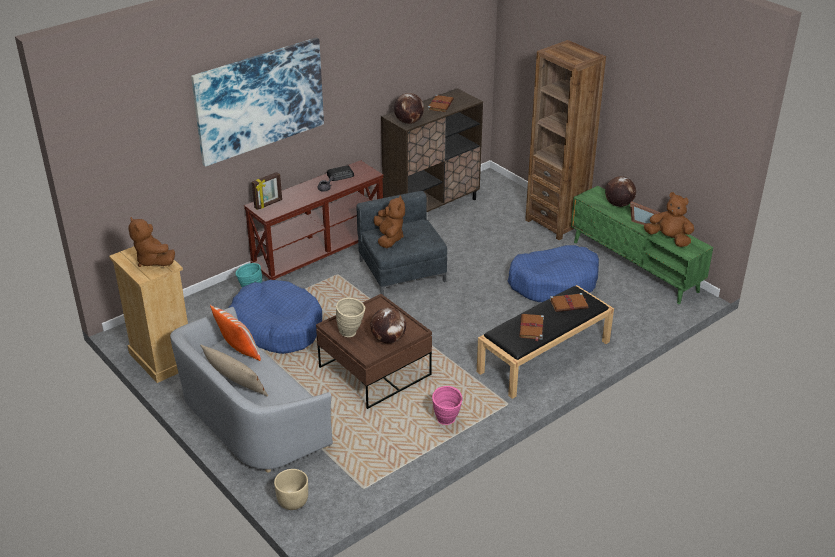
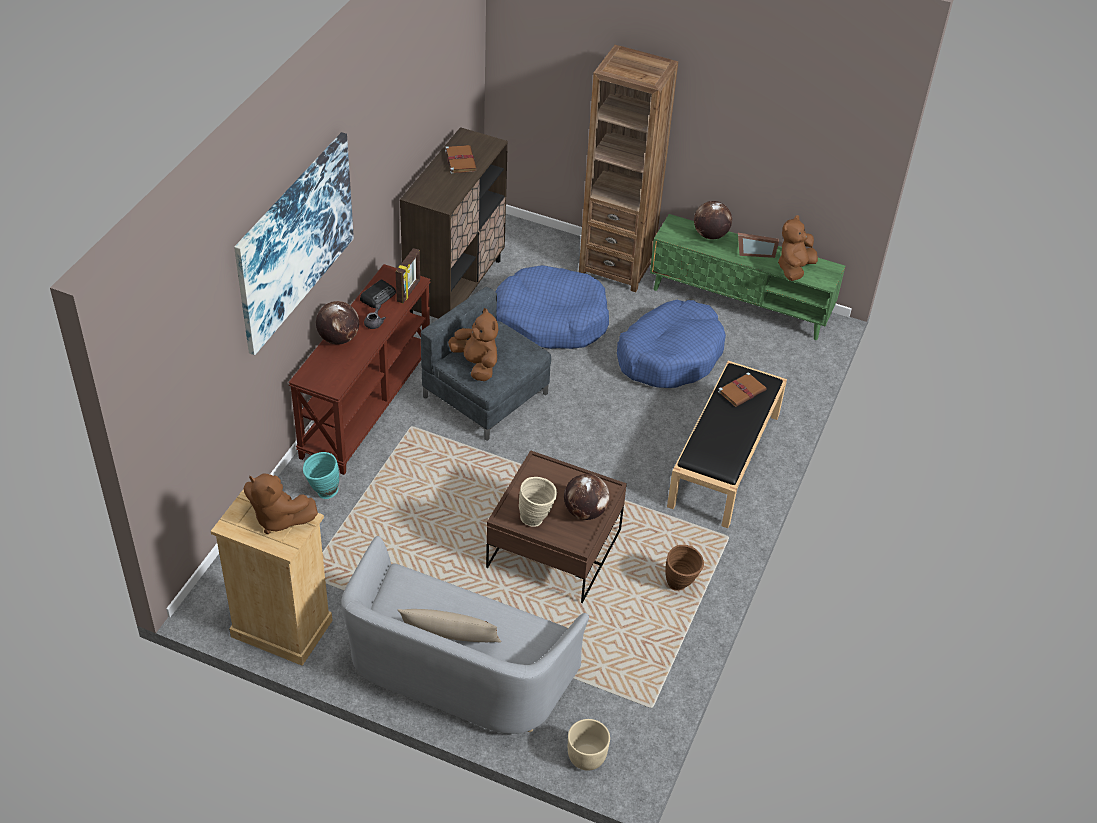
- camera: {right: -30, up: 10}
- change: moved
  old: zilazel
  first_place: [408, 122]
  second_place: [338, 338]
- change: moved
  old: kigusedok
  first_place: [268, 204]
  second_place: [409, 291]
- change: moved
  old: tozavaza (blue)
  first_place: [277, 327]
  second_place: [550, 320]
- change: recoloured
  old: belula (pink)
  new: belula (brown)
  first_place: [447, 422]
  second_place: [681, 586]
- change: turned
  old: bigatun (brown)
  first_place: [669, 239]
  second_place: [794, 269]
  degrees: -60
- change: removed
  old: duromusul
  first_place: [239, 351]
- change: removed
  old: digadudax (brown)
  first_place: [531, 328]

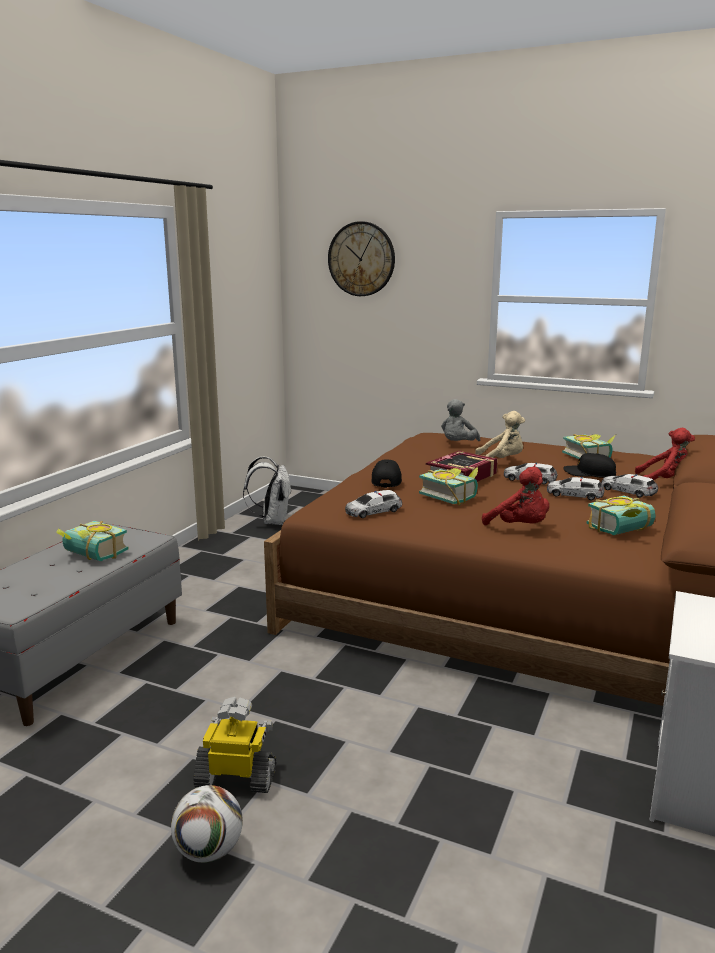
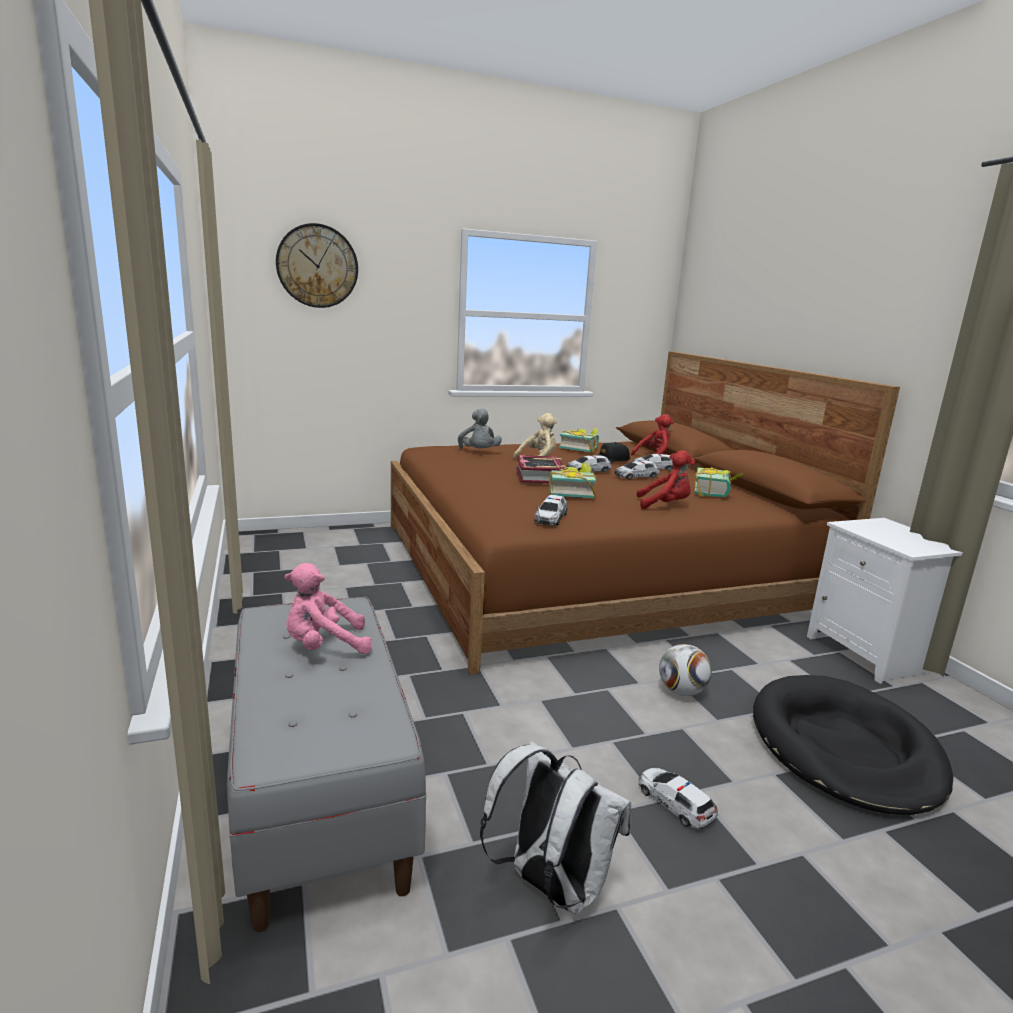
- camera: {right: -45, up: 0}
- change: replaced
  old: digadudax
  new: bigatun (pink)
  first_place: [91, 556]
  second_place: [324, 647]
- change: moved
  old: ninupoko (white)
  first_place: [272, 521]
  second_place: [550, 886]
- change: replaced
  old: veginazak
  new: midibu
  first_place: [237, 778]
  second_place: [674, 803]
- change: moved
  old: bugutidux
  first_place: [209, 851]
  second_place: [682, 691]
- change: added
  new: tozavaza (black)
  second_place: [844, 748]
- change: removed
  old: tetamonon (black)
  first_place: [386, 481]

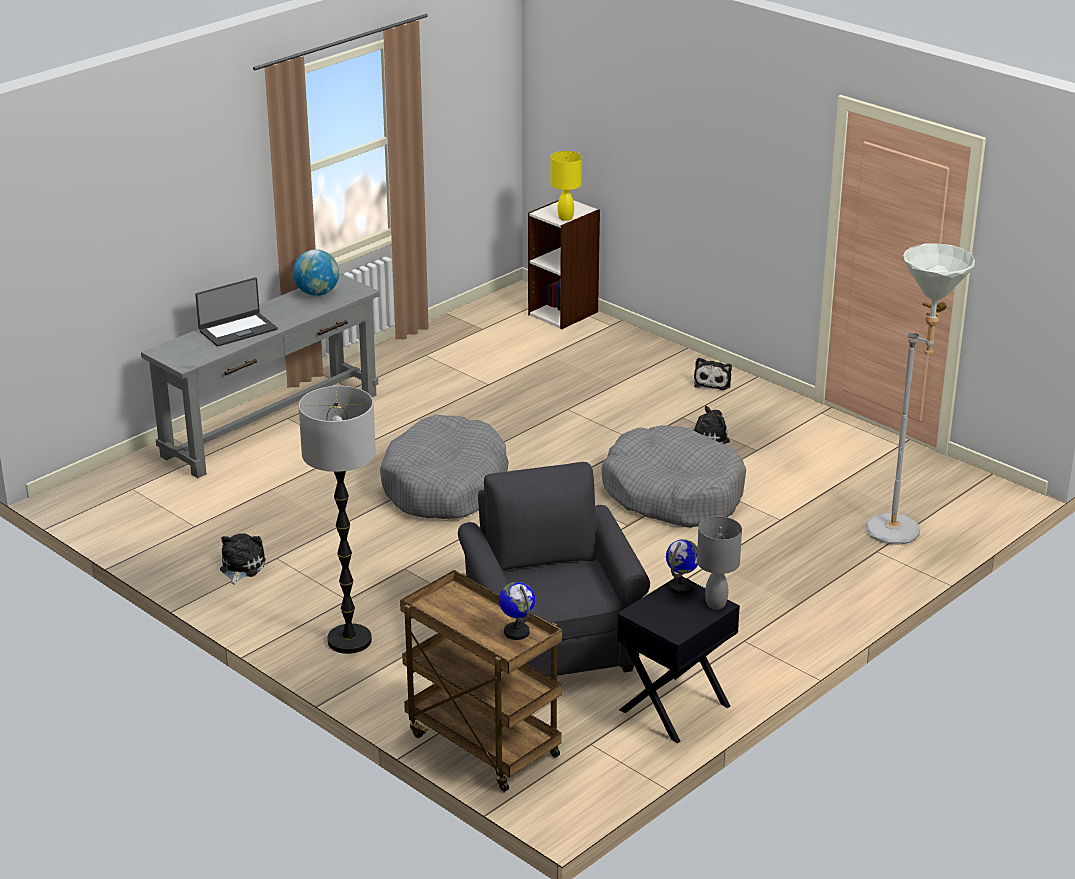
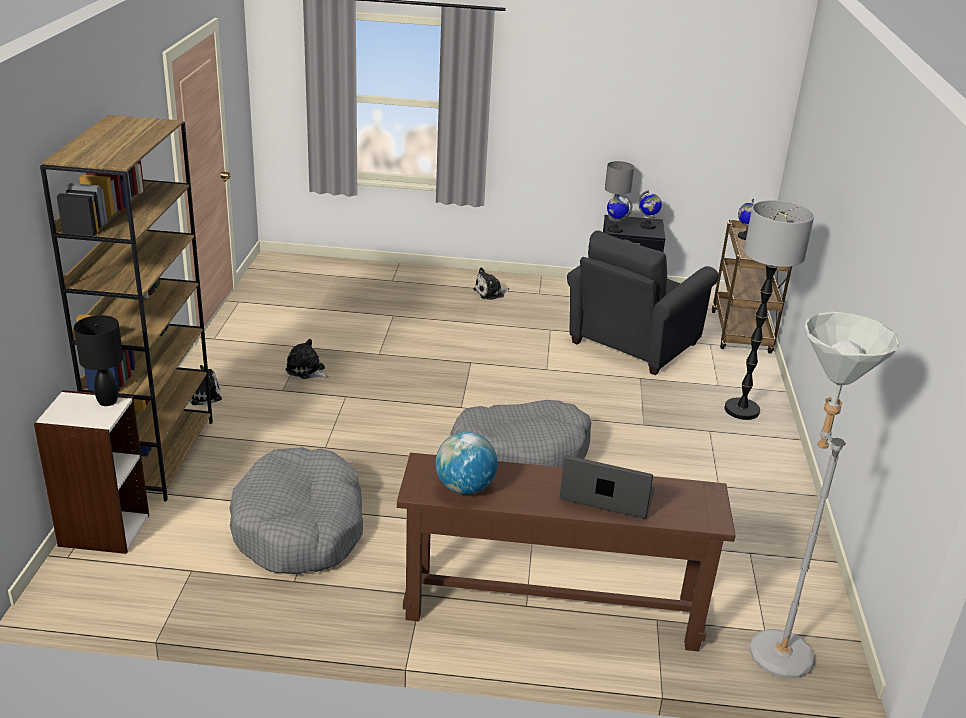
- camera: {right: -130, up: 0}
- change: added
  new: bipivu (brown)
  second_place: [156, 455]
- change: recoloured
  old: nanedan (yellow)
  new: nanedan (black)
  first_place: [566, 218]
  second_place: [107, 401]
- change: moved
  old: tozavaza (grey)
  first_place: [673, 494]
  second_place: [300, 528]
- change: recoloured
  old: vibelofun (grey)
  new: vibelofun (brown)
  first_place: [271, 425]
  second_place: [552, 608]
- change: moved
  old: bigatun
  first_place: [241, 567]
  second_place: [490, 293]
- change: added
  new: zilazel
  second_place: [647, 226]
- change: moved
  old: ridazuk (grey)
  first_place: [904, 533]
  second_place: [774, 645]

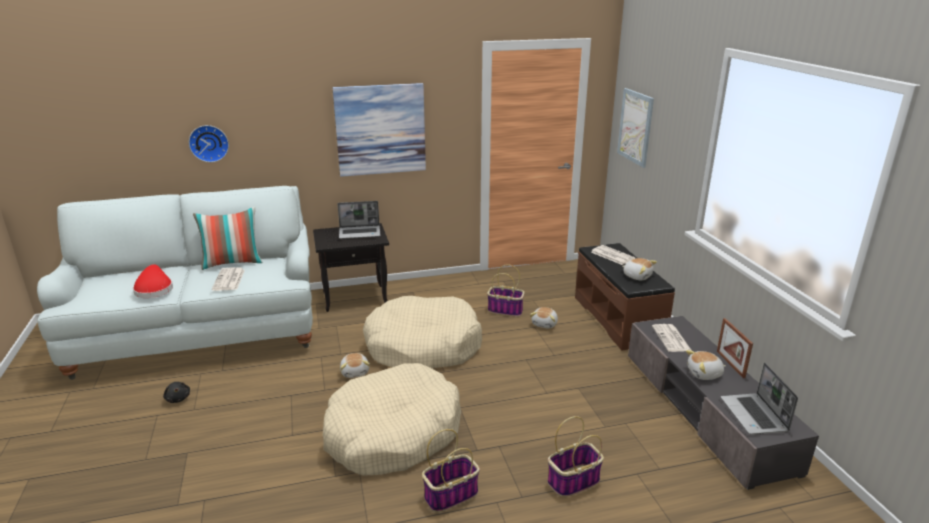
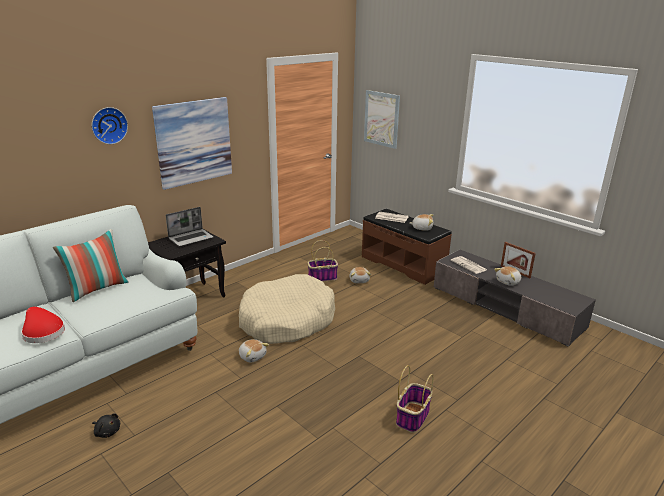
- camera: {right: -30, up: 0}
- change: moved
  old: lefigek
  first_place: [209, 143]
  second_place: [108, 125]
- change: removed
  old: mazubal
  first_place: [229, 280]
- change: removed
  old: tozavaza (beige)
  first_place: [393, 433]
- change: removed
  old: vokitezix
  first_place: [573, 481]
- change: removed
  old: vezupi
  first_place: [754, 415]

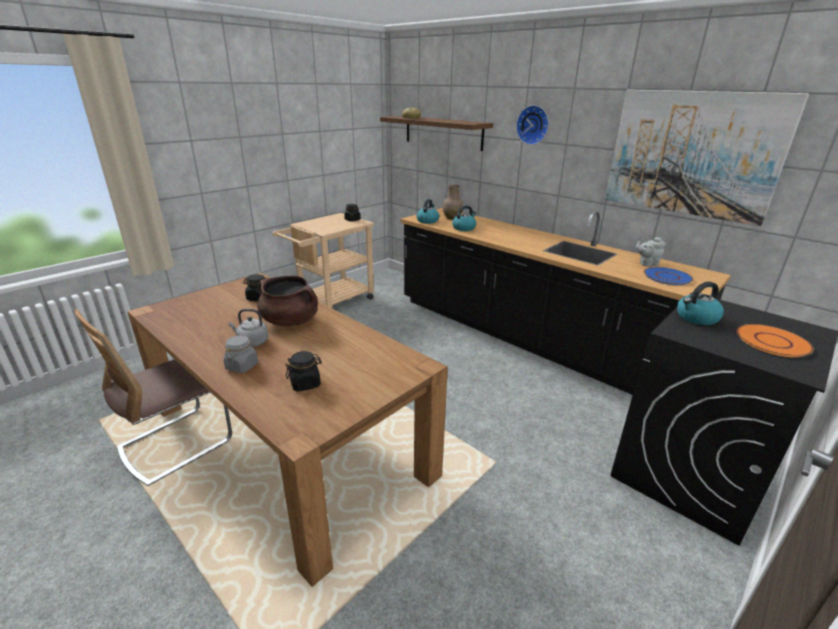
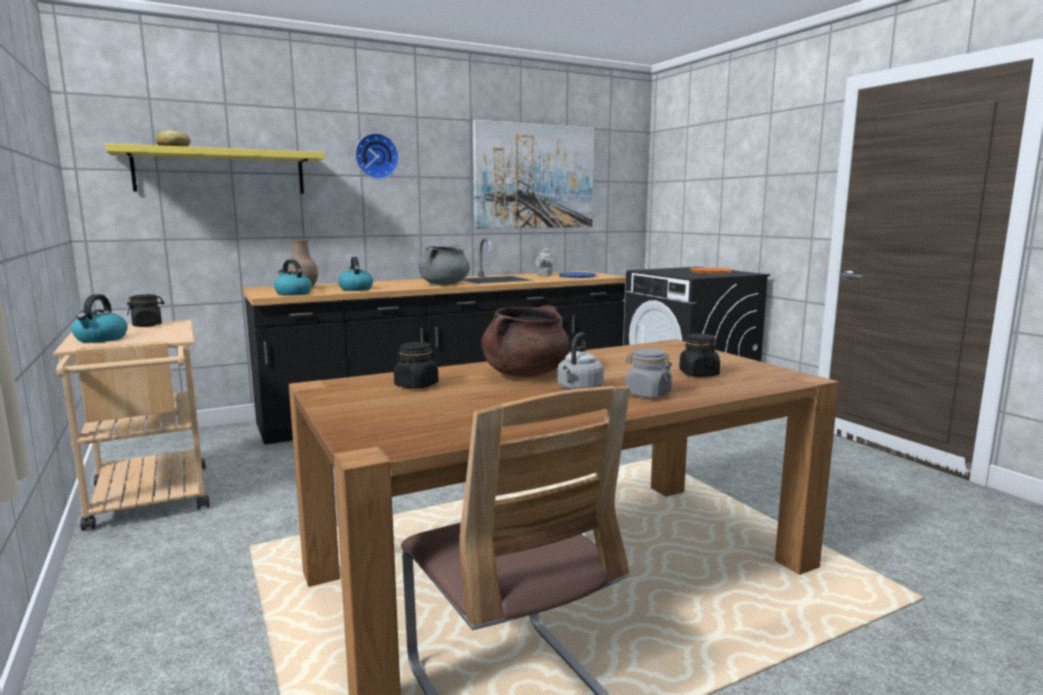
- camera: {right: -70, up: -15}
- change: moved
  old: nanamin
  first_place: [696, 318]
  second_place: [101, 339]
- change: recoloured
  old: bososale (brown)
  new: bososale (yellow)
  first_place: [443, 132]
  second_place: [221, 172]
- change: added
  new: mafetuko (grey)
  second_place: [444, 284]

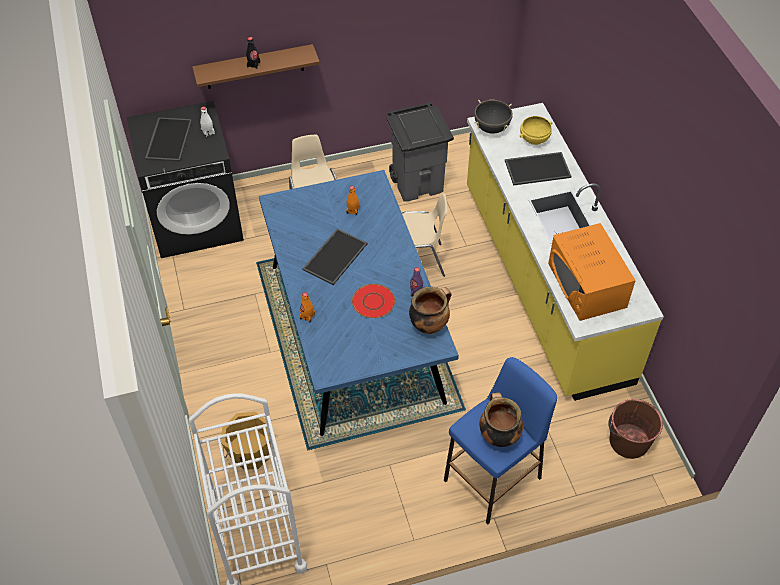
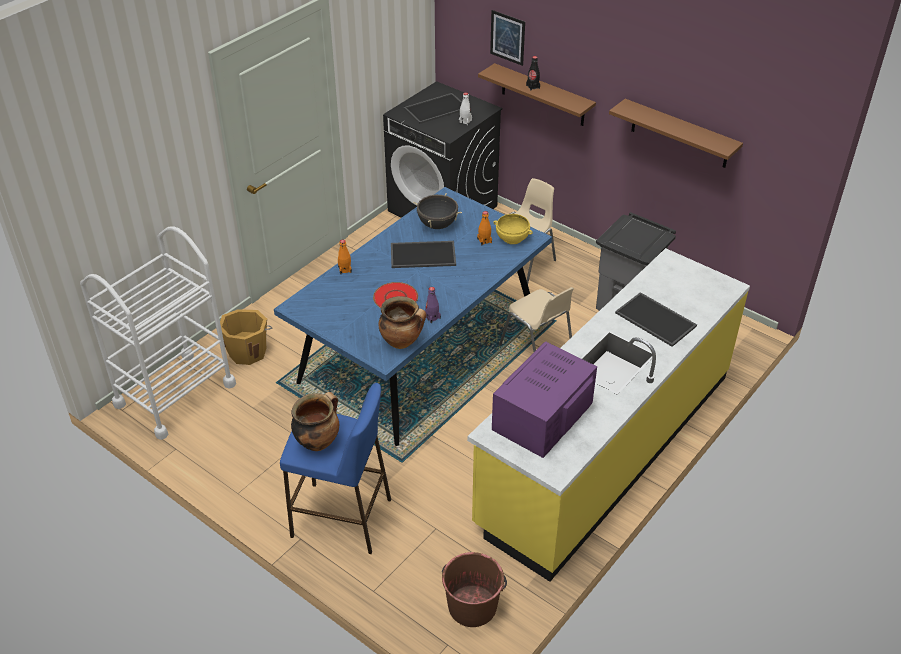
- camera: {right: 55, up: -10}
- change: moved
  old: mafetuko (black)
  first_place: [491, 128]
  second_place: [437, 225]
- change: added
  new: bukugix
  second_place: [507, 37]
- change: recoloured
  old: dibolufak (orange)
  new: dibolufak (purple)
  first_place: [586, 285]
  second_place: [542, 416]
- change: moved
  old: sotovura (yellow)
  first_place: [534, 138]
  second_place: [512, 238]
- change: added
  new: bososale (brown)
  second_place: [680, 134]

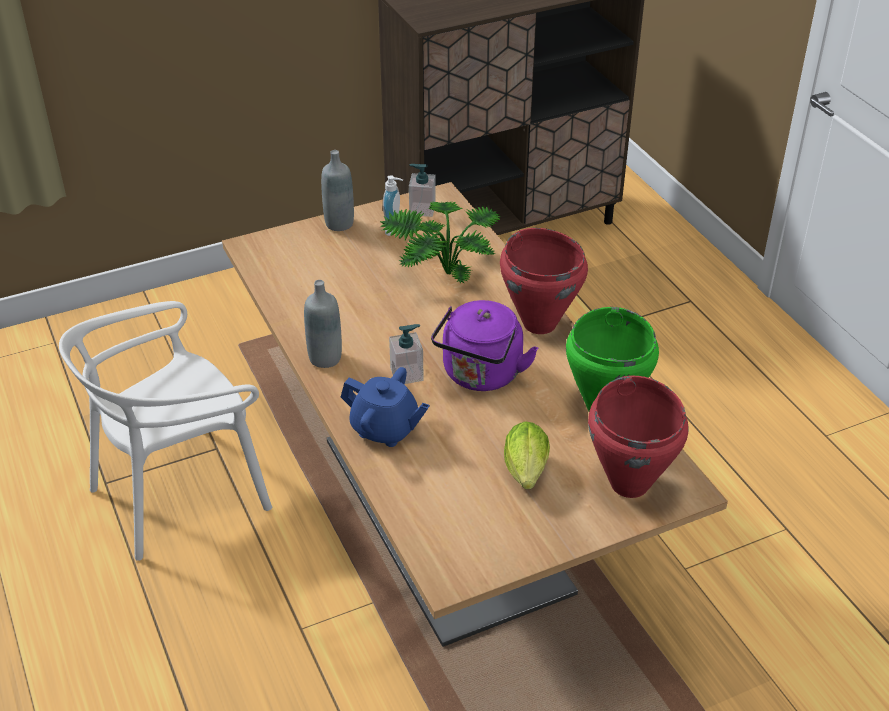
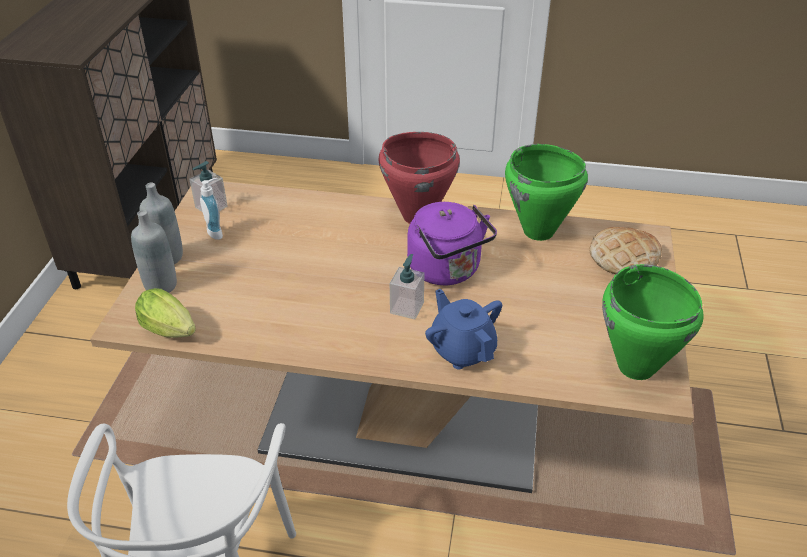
- camera: {right: -55, up: 0}
- change: moved
  old: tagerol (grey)
  first_place: [325, 358]
  second_place: [161, 286]
- change: moved
  old: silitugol
  first_place: [526, 474]
  second_place: [172, 331]
- change: turned
  old: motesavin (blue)
  first_place: [385, 429]
  second_place: [462, 350]
  degrees: -90
- change: replaced
  old: mafetuko (red)
  new: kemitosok
  first_place: [630, 483]
  second_place: [623, 257]
- change: added
  new: mafetuko (green)
  second_place: [635, 367]
- change: removed
  old: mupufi
  first_place: [440, 274]

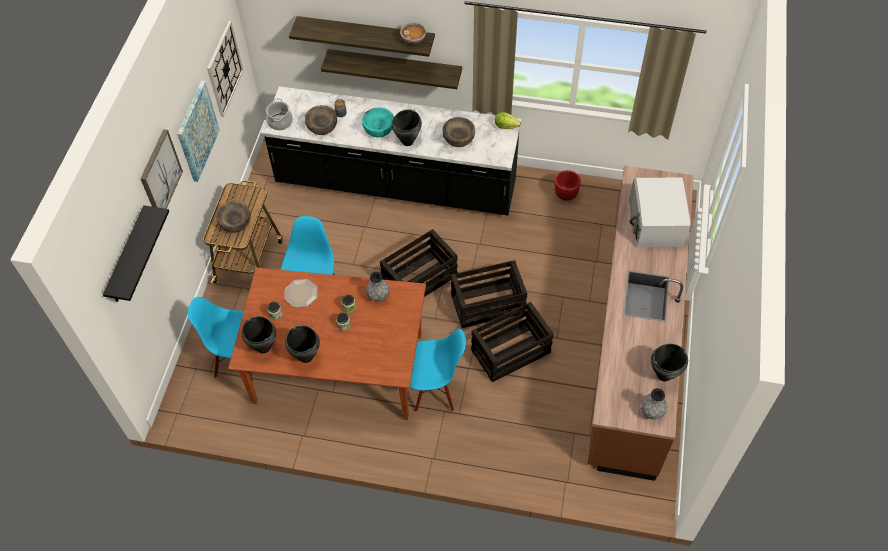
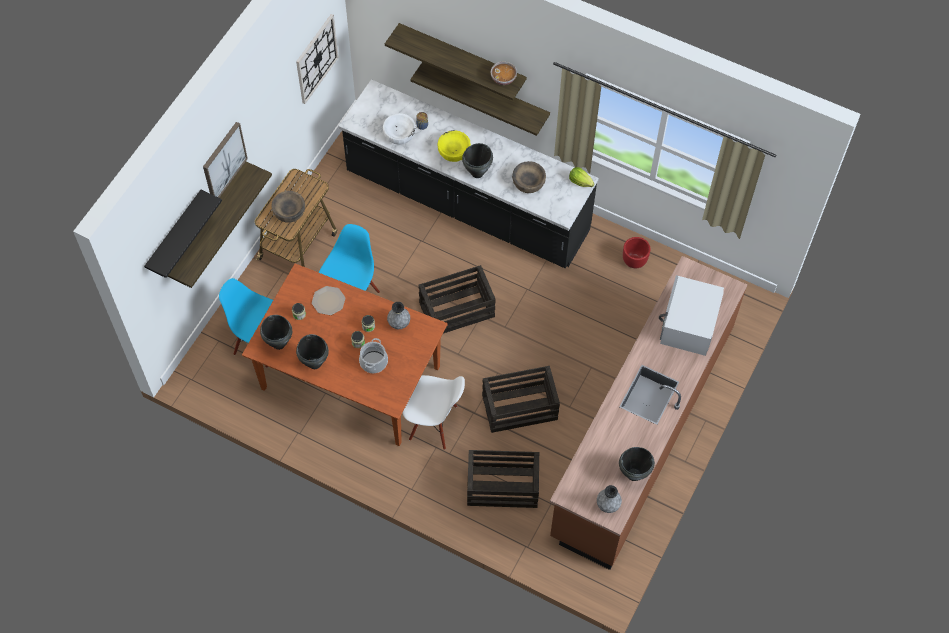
- camera: {right: 15, up: 5}
- change: added
  new: bososale
  second_place: [207, 223]
- change: moved
  old: mafetuko
  first_place: [280, 122]
  second_place: [373, 362]
- change: recoloured
  old: sotovura (brown)
  new: sotovura (white)
  first_place: [322, 126]
  second_place: [399, 134]
- change: recoloured
  old: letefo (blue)
  new: letefo (white)
  first_place: [433, 389]
  second_place: [433, 424]
- change: recoloured
  old: sotovura (turquoise)
  new: sotovura (yellow)
  first_place: [379, 128]
  second_place: [454, 151]
- change: moved
  old: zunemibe
  first_place: [487, 304]
  second_place: [501, 487]
- change: removed
  old: bukugix
  first_place: [197, 131]

